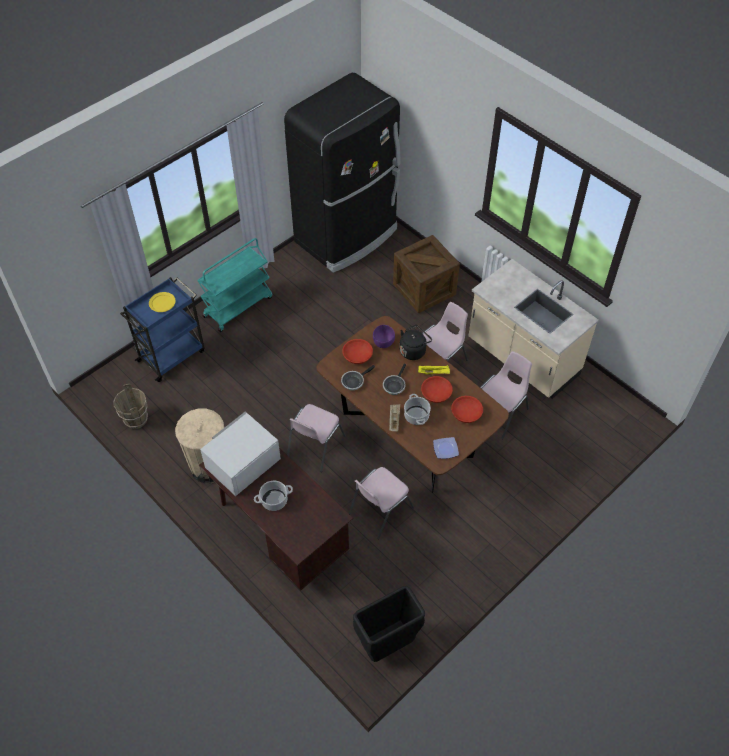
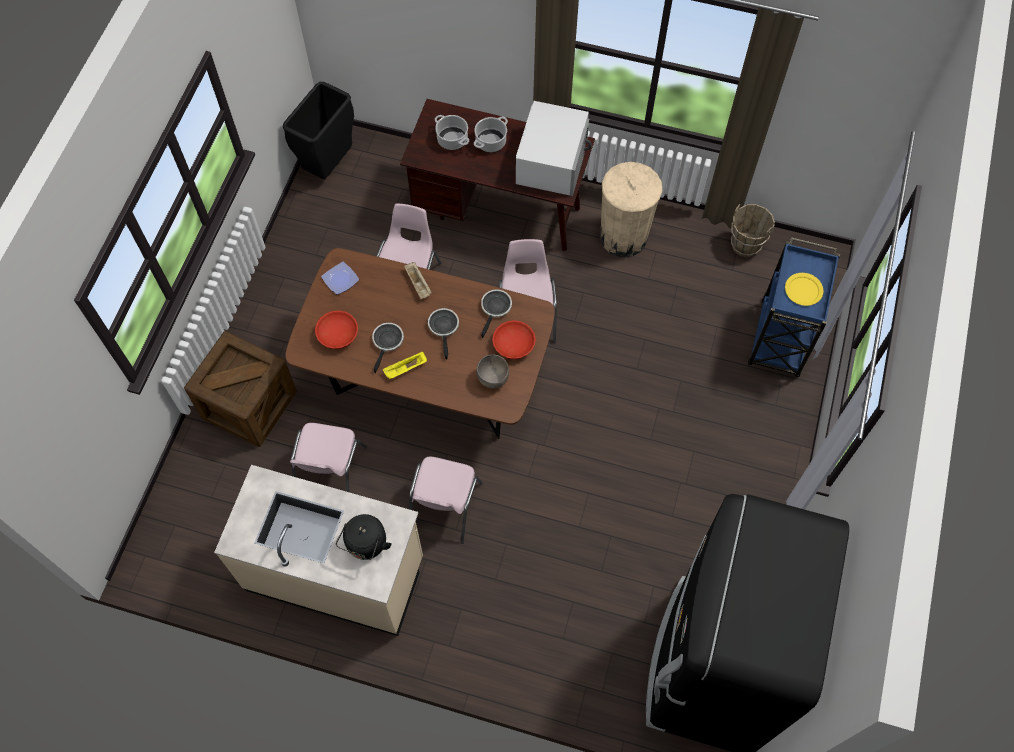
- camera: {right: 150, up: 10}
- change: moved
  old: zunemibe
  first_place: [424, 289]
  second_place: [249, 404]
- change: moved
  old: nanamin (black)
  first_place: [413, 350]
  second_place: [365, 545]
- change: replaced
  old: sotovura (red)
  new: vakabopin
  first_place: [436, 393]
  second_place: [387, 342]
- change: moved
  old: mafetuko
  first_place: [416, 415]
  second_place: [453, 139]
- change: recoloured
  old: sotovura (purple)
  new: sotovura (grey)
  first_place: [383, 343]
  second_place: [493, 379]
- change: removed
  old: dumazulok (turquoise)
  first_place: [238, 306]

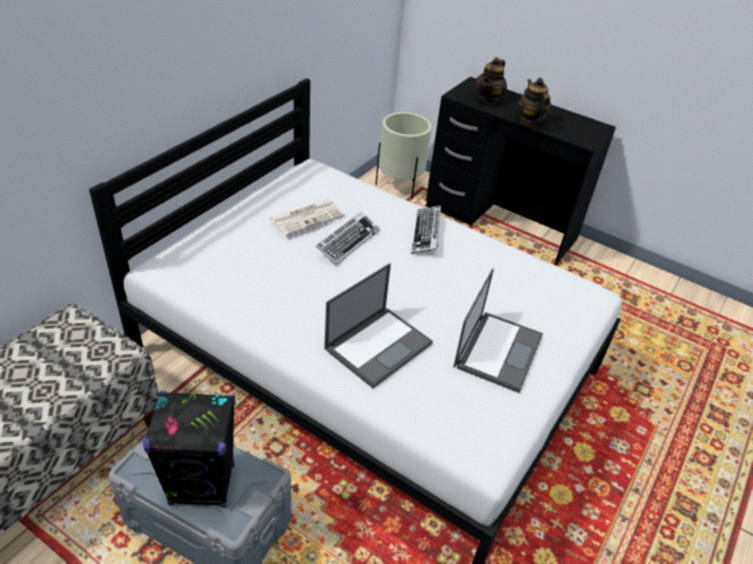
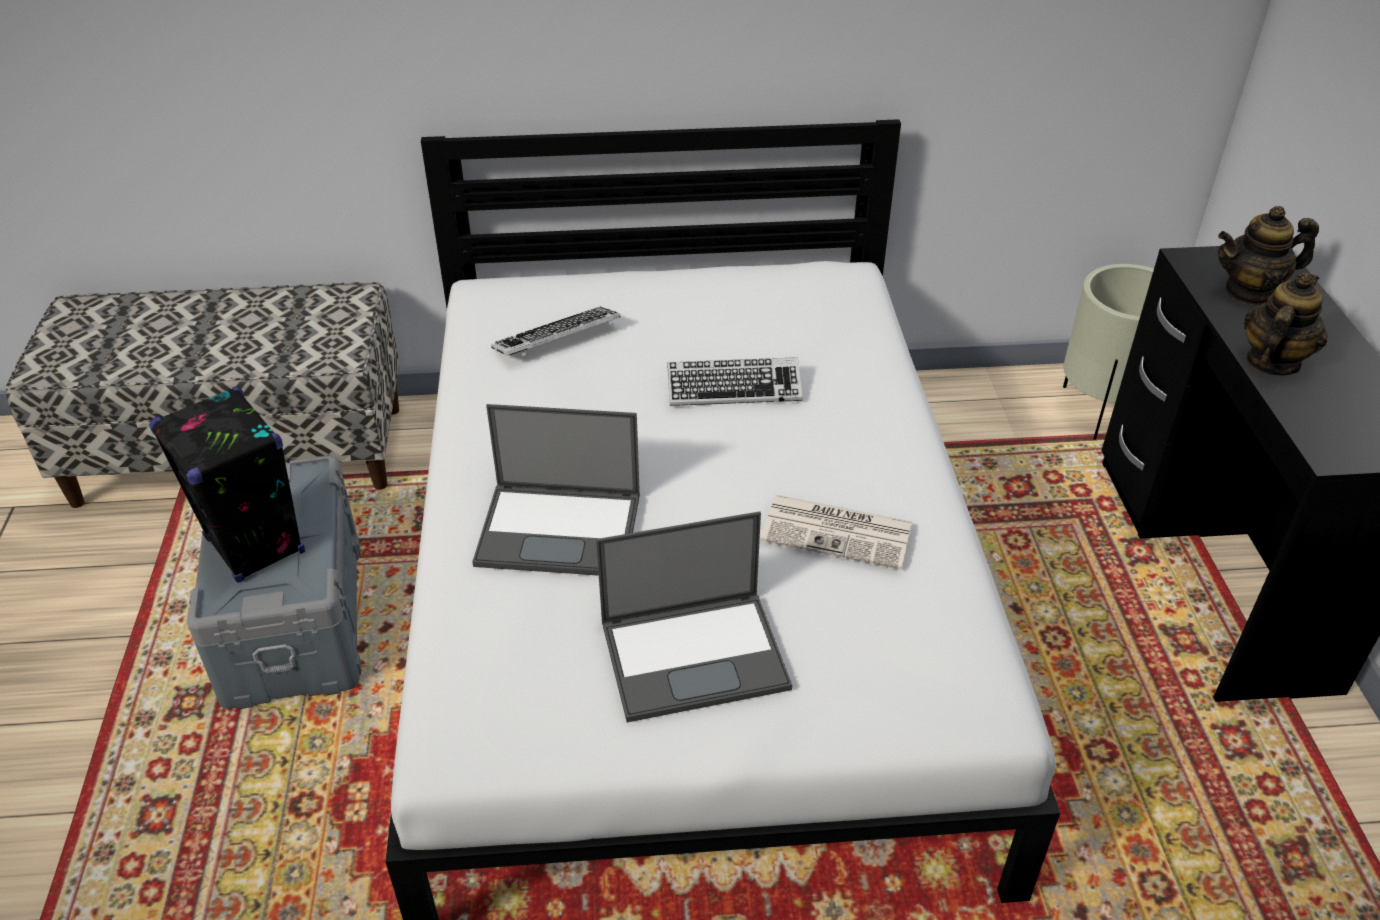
- camera: {right: 55, up: 0}
- change: moved
  old: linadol
  first_place: [426, 233]
  second_place: [557, 339]
- change: moved
  old: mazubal
  first_place: [307, 217]
  second_place: [839, 532]

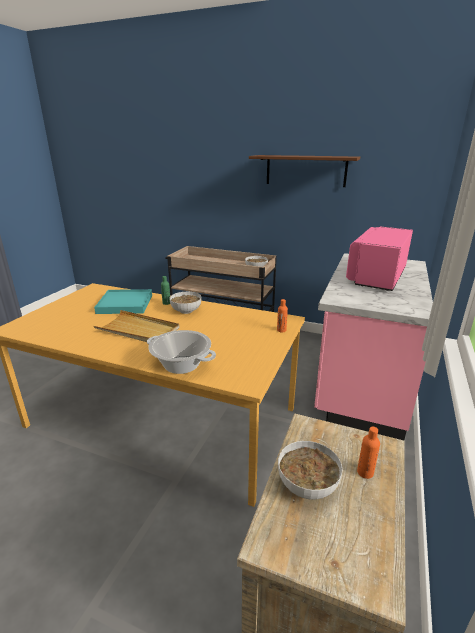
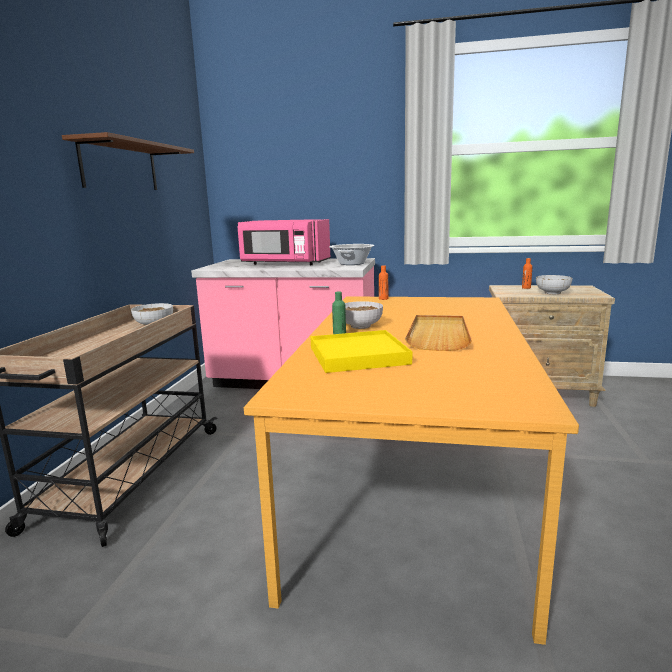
- camera: {right: -100, up: -10}
- change: recoloured
  old: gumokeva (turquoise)
  new: gumokeva (yellow)
  first_place: [125, 304]
  second_place: [358, 355]
- change: moved
  old: mafetuko
  first_place: [181, 365]
  second_place: [351, 263]

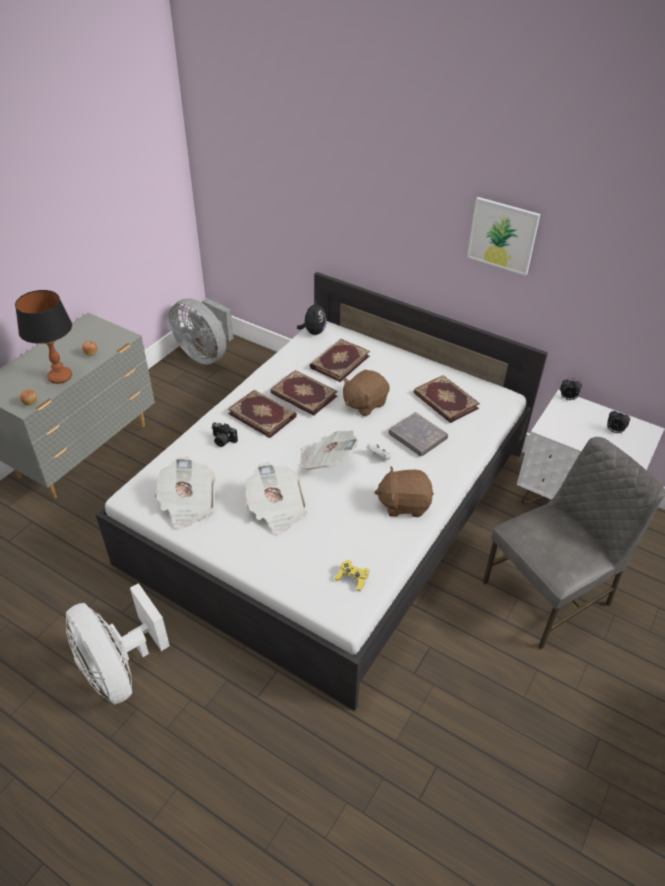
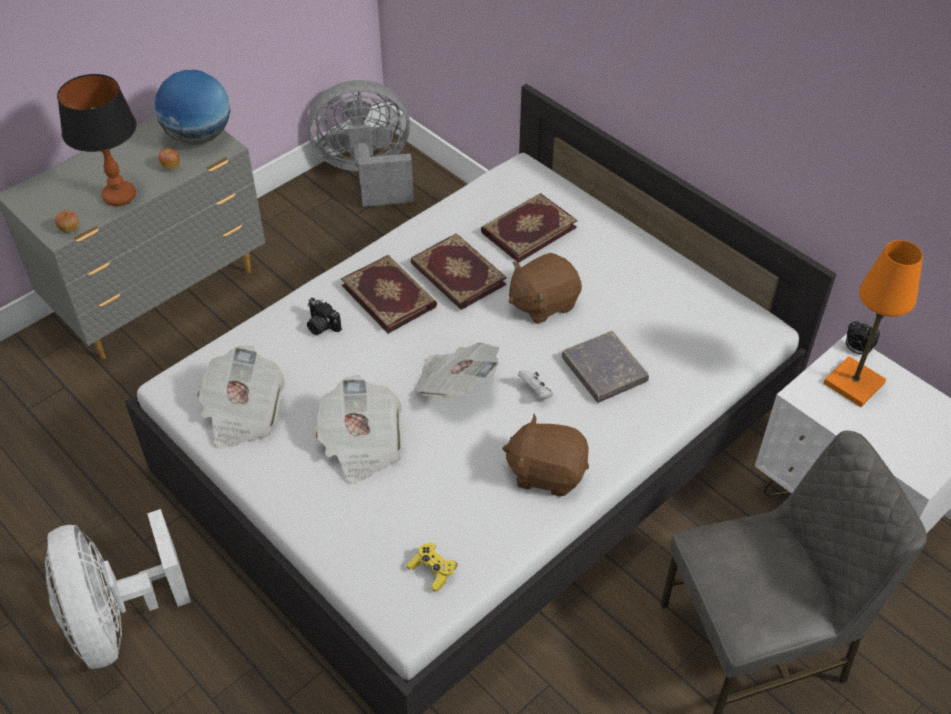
- camera: {right: 15, up: 5}
- change: added
  new: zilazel
  second_place: [199, 137]
- change: turned
  old: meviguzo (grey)
  first_place: [205, 354]
  second_place: [367, 175]
  degrees: 120
- change: added
  new: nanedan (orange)
  second_place: [853, 383]
- change: removed
  old: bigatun
  first_place: [313, 332]
- change: removed
  old: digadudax
  first_place: [445, 401]
- change: removed
  old: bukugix
  first_place: [502, 235]
- change: removed
  old: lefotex
  first_place: [614, 431]

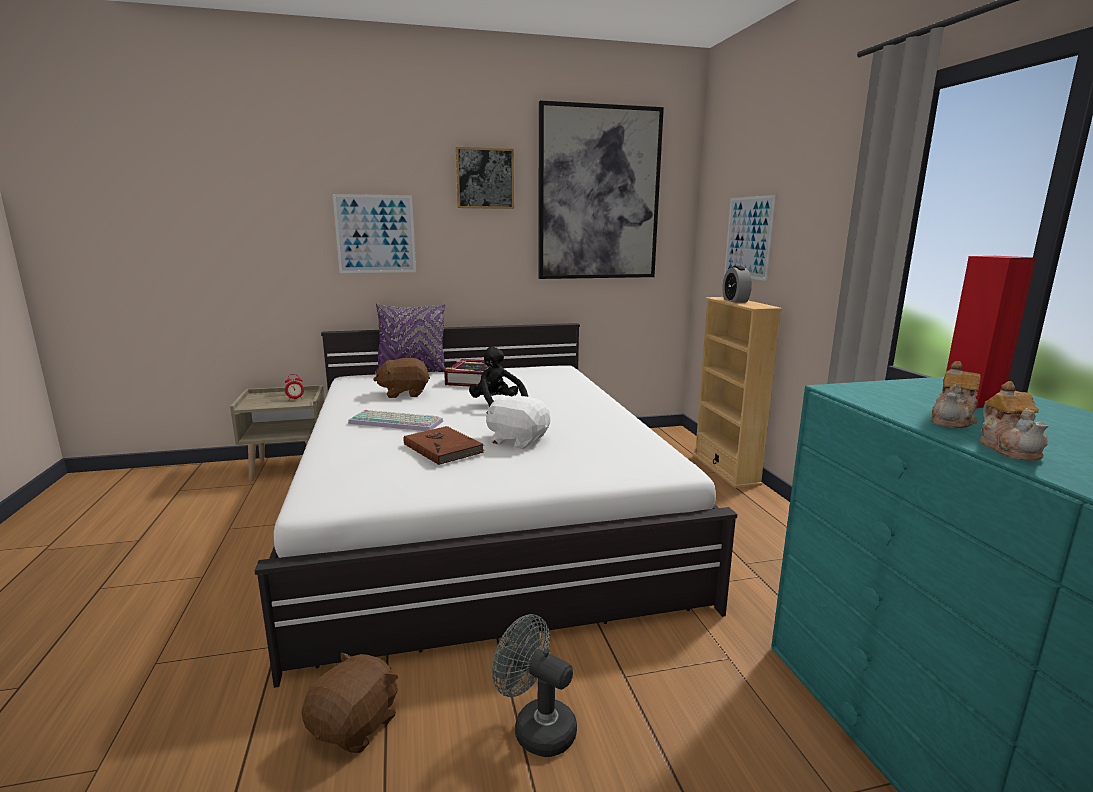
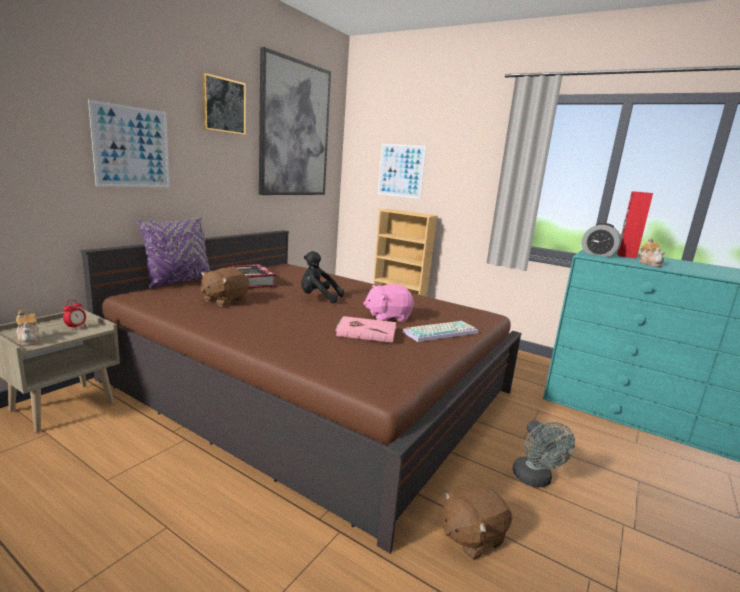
- camera: {right: -45, up: 0}
- change: moved
  old: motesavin
  first_place: [1009, 449]
  second_place: [29, 340]
- change: recoloured
  old: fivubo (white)
  new: fivubo (brown)
  first_place: [480, 513]
  second_place: [311, 386]
- change: recoloured
  old: digadudax (brown)
  new: digadudax (pink)
  first_place: [444, 448]
  second_place: [366, 331]
- change: recoloured
  old: bigatun (white)
  new: bigatun (pink)
  first_place: [517, 440]
  second_place: [387, 317]
- change: moved
  old: linadol
  first_place: [397, 422]
  second_place: [440, 332]
- change: turned
  old: bigatun (brown)
  first_place: [356, 726]
  second_place: [471, 536]
  degrees: -105
- change: turned
  old: meviguzo (grey)
  first_place: [536, 727]
  second_place: [535, 480]
  degrees: -90
- change: moved
  old: lefotex
  first_place: [735, 301]
  second_place: [598, 254]

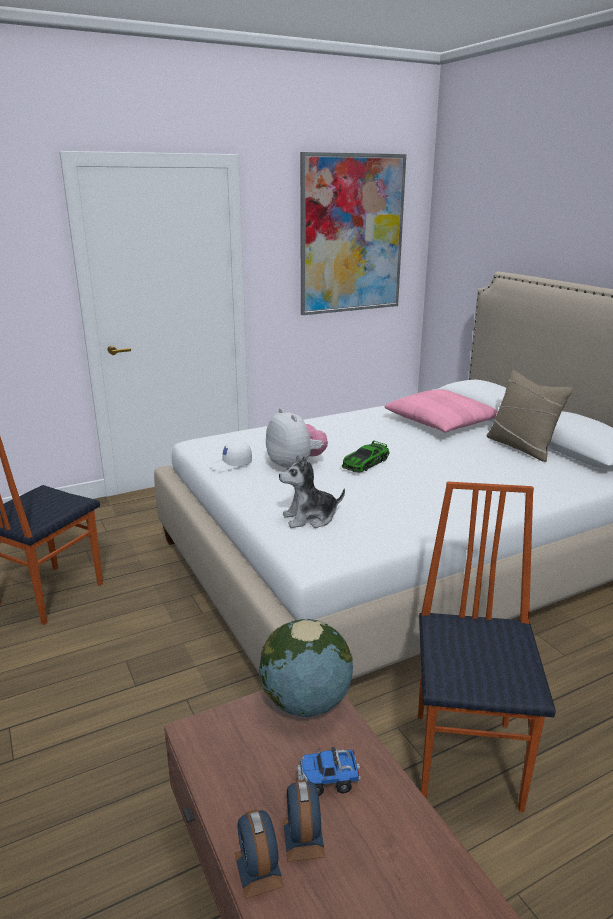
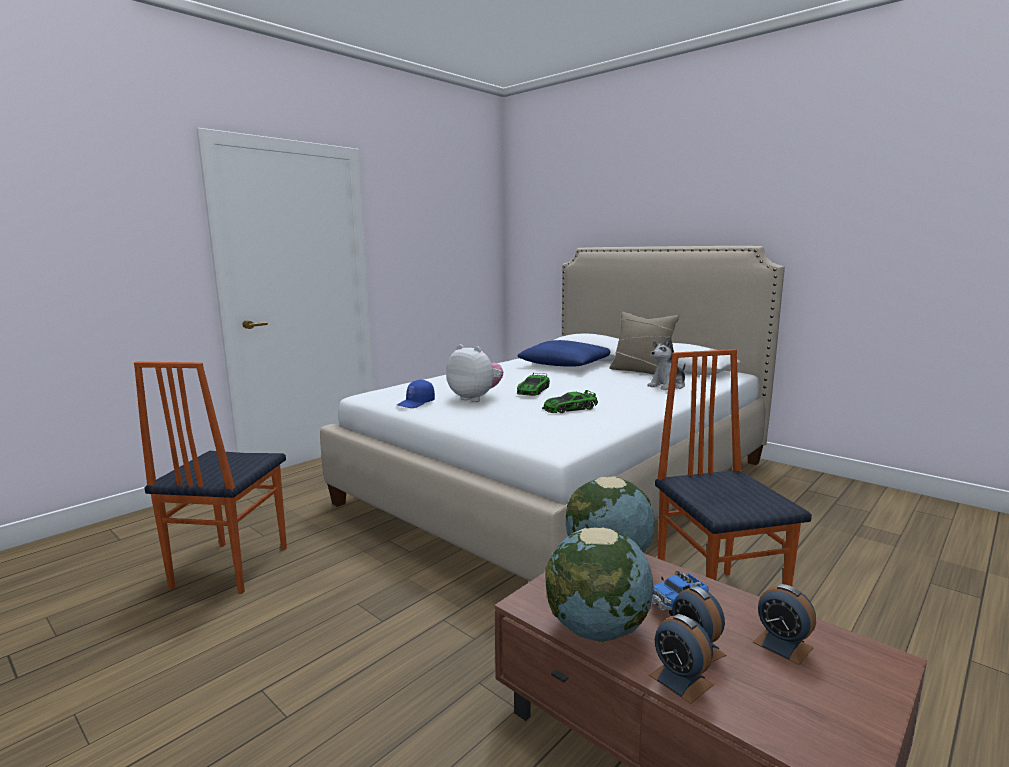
- camera: {right: -20, up: -10}
- change: recoloured
  old: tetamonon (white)
  new: tetamonon (blue)
  first_place: [231, 464]
  second_place: [416, 403]
- change: recoloured
  old: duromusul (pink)
  new: duromusul (blue)
  first_place: [443, 422]
  second_place: [567, 365]
- change: added
  new: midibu
  second_place: [569, 408]
- change: added
  new: zilazel
  second_place: [597, 629]
- change: moved
  old: bigatun
  first_place: [310, 518]
  second_place: [667, 386]
- change: added
  new: lefotex
  second_place: [782, 645]
- change: removed
  old: bukugix
  first_place: [352, 235]

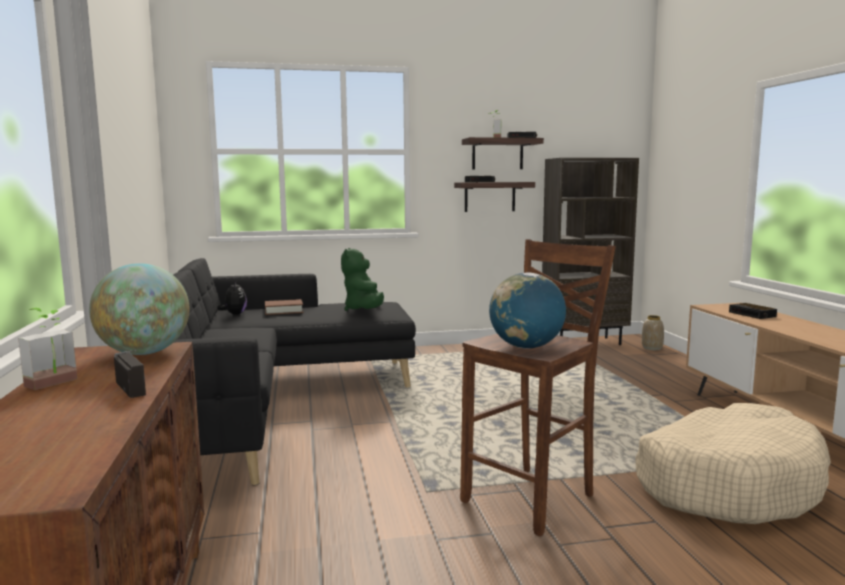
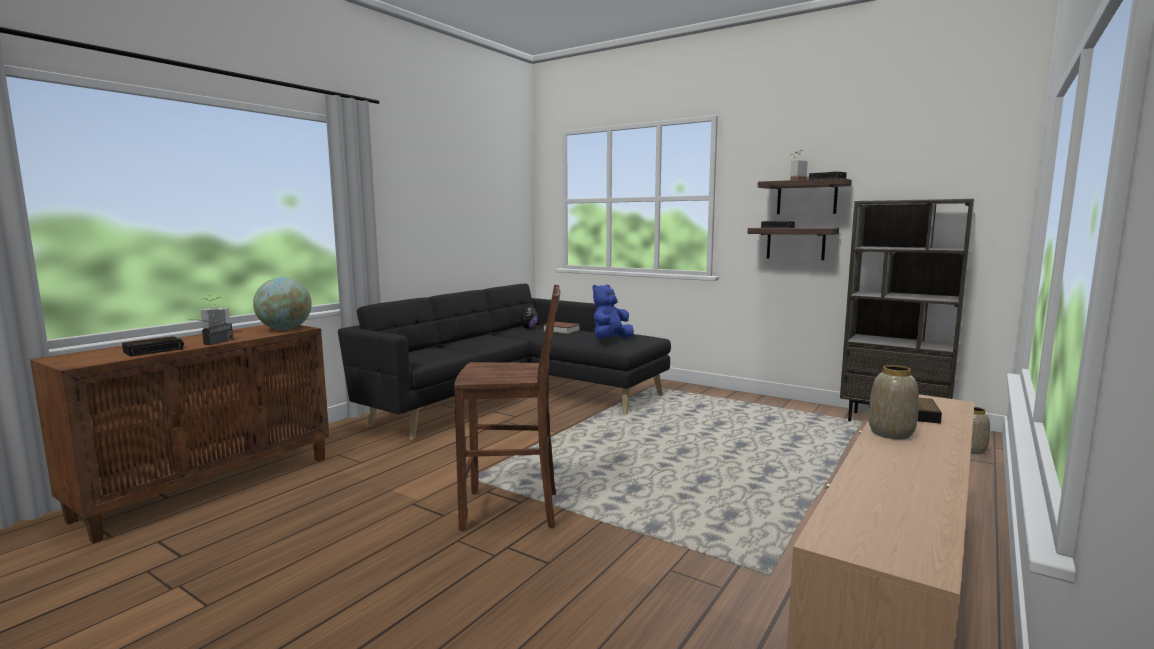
- camera: {right: 45, up: 0}
- change: added
  new: lefotex
  second_place: [155, 350]
- change: recoloured
  old: bigatun (green)
  new: bigatun (blue)
  first_place: [364, 310]
  second_place: [610, 340]
- change: added
  new: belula
  second_place: [890, 433]
- change: removed
  old: zilazel
  first_place: [526, 347]
- change: removed
  old: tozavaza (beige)
  first_place: [727, 483]

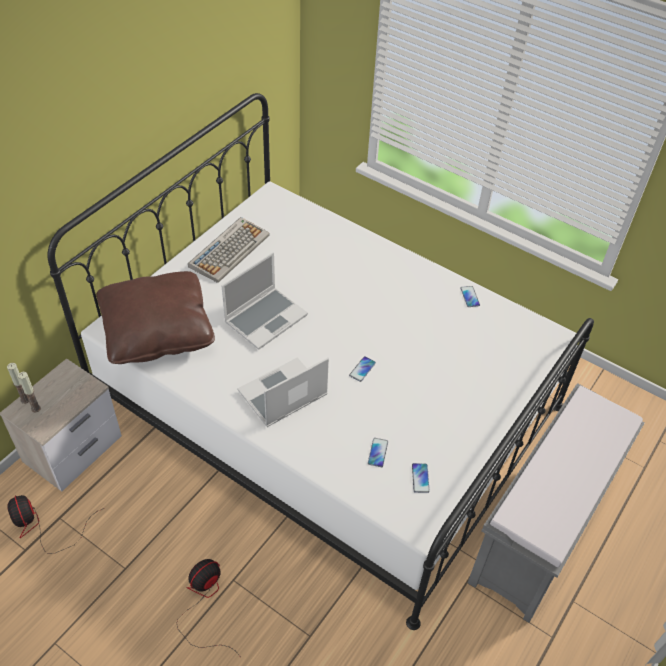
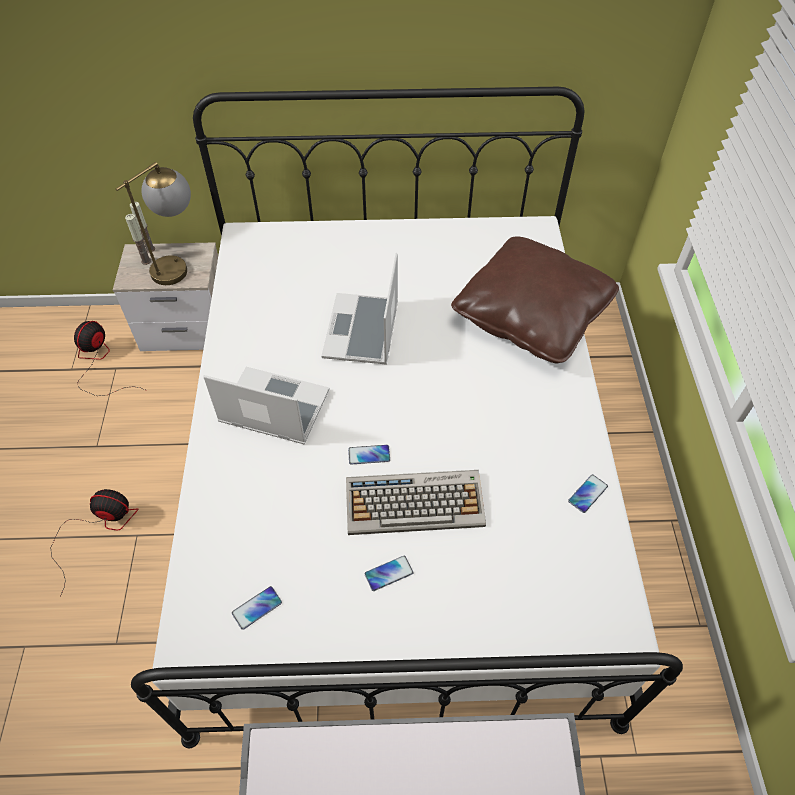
- camera: {right: 55, up: 5}
- change: added
  new: nanedan
  second_place: [179, 264]
- change: turned
  old: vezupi
  first_place: [266, 318]
  second_place: [363, 331]
  degrees: 90
- change: moved
  old: linadol
  first_place: [229, 250]
  second_place: [415, 502]
- change: moved
  old: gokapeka
  first_place: [377, 452]
  second_place: [388, 573]
- change: moved
  old: duromusul (brown)
  first_place: [157, 330]
  second_place: [531, 315]

